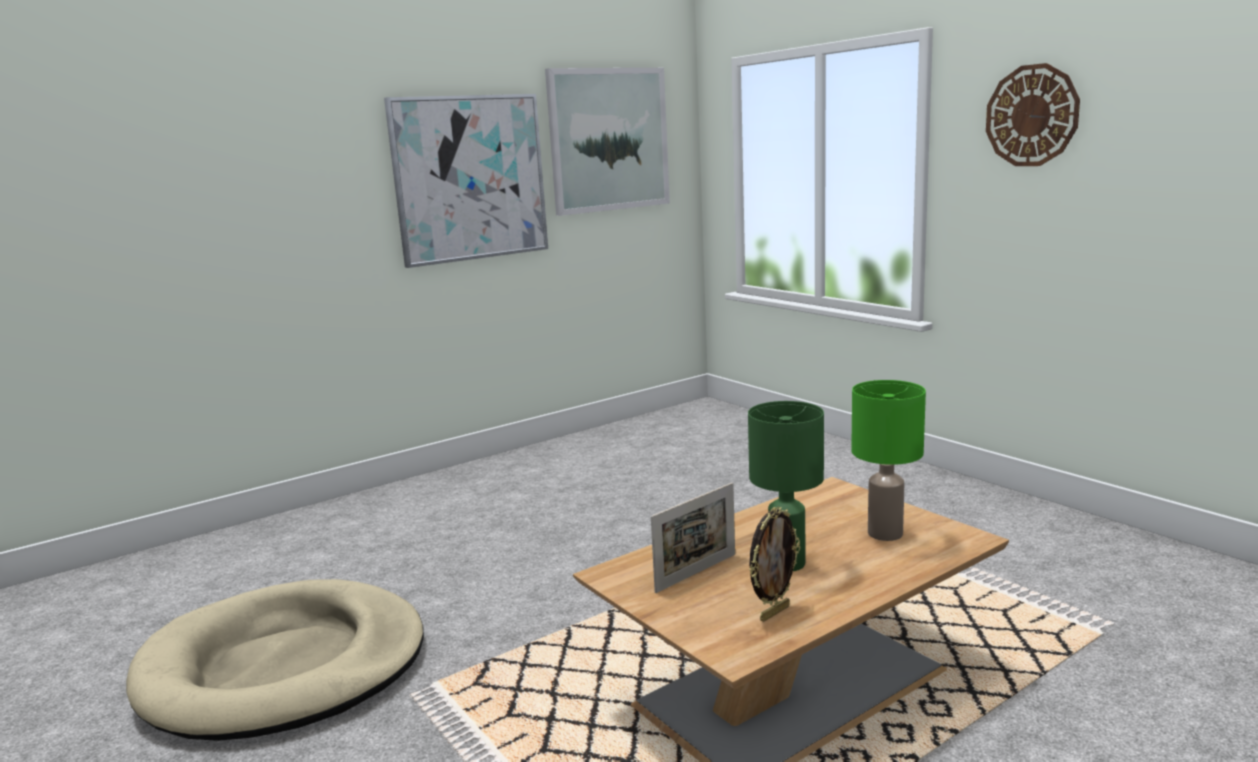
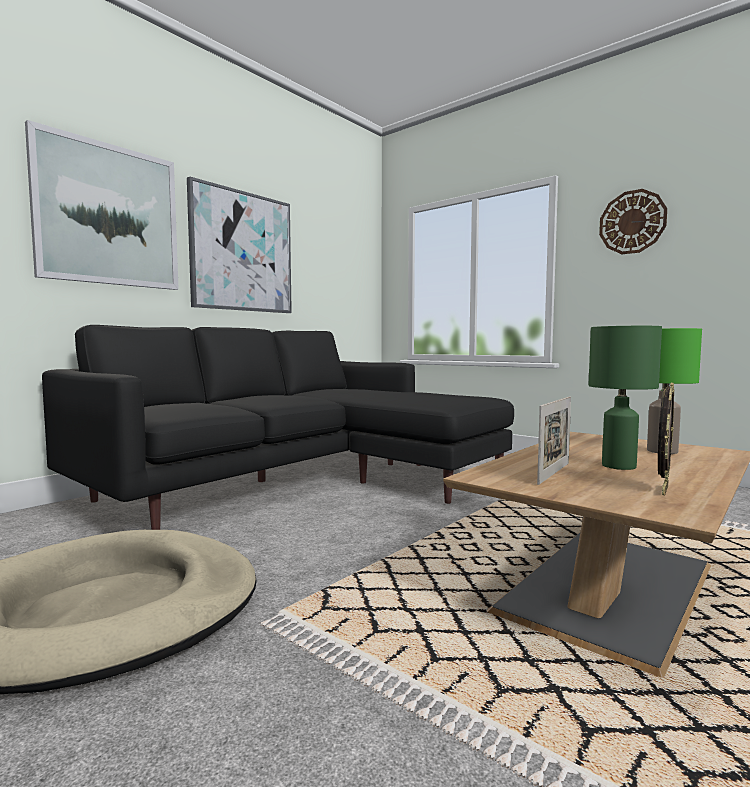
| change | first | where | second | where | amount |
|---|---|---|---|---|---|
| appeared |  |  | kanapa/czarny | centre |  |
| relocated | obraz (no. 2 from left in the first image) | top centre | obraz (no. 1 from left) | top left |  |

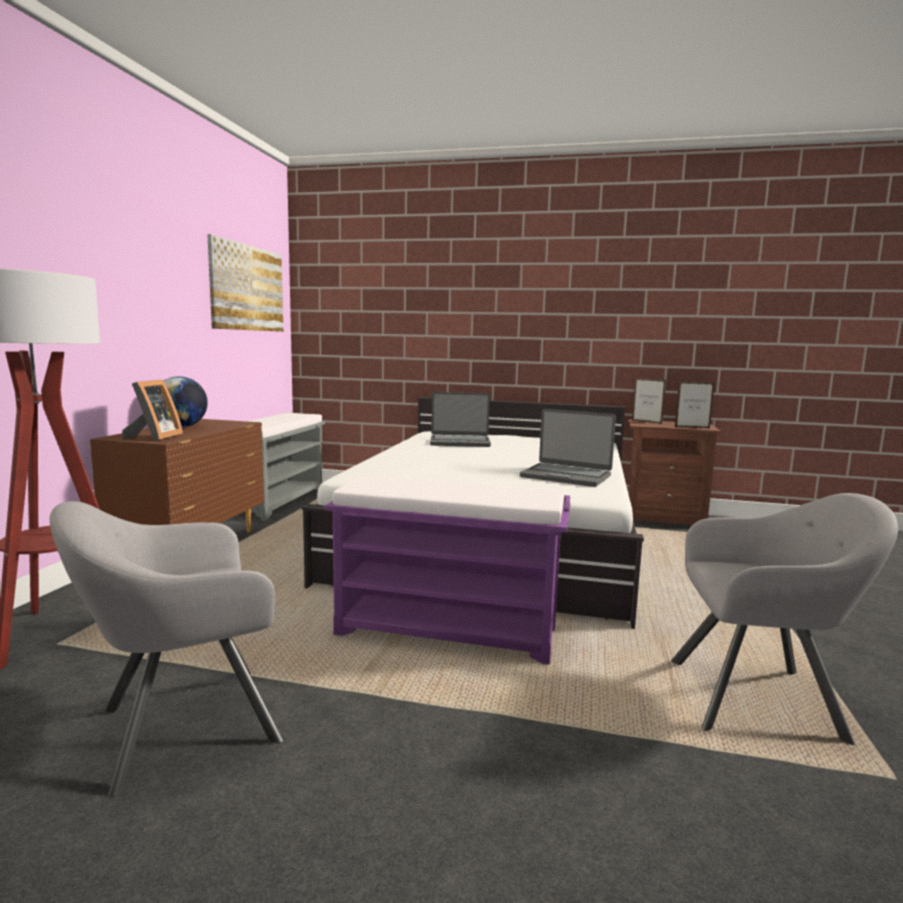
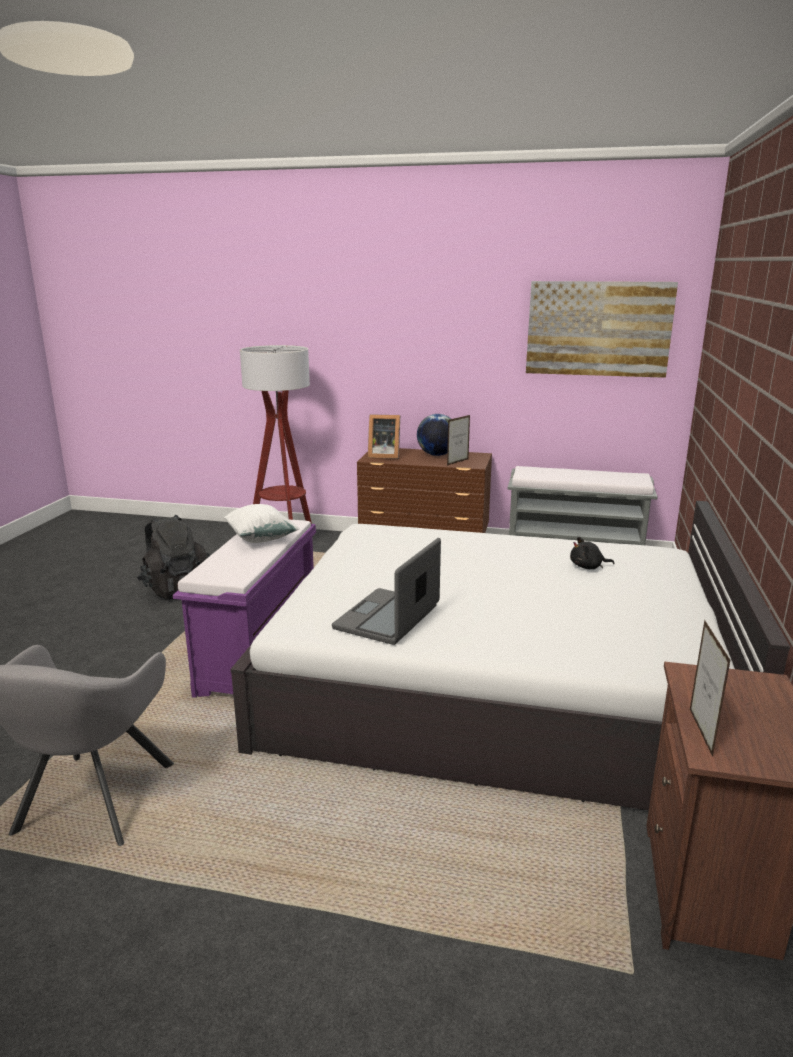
| change | first | where | second | where | amount |
|---|---|---|---|---|---|
| appeared |  |  | poduszka/biały | middle left |  |
| relocated | ramka na zdjęcie (no. 2 from left) | middle right |  | centre |  |
| exchanged | fotel/szary (no. 1 from left) | bottom left | plecak/czarny | middle left |  |
| exchanged | laptop (no. 1 from left) | centre | pluszak/czarny | middle right |  |

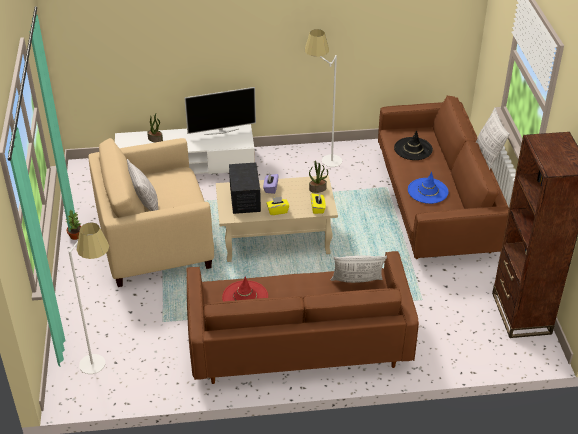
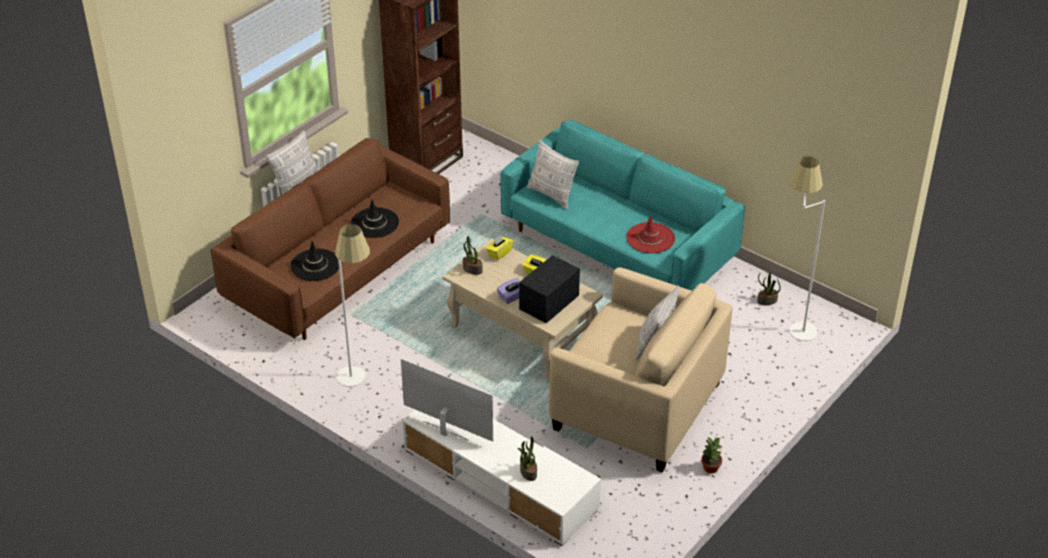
| change | first | where | second | where | amount |
|---|---|---|---|---|---|
| appeared |  |  | roślina doniczkowa (no. 4 from left) | middle right |  |
| colour | kanapa/brązowy (no. 1 from left) | bottom centre | kanapa/turkusowy | centre |  |
| colour | kapelusz/niebieski | middle right | kapelusz/czarny (no. 2 from left) | centre |  |

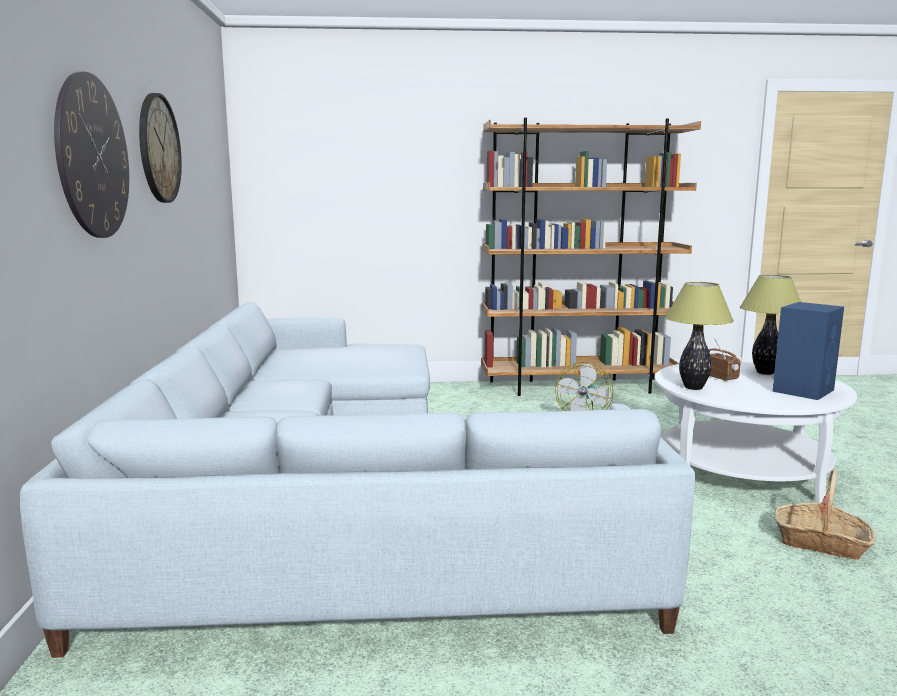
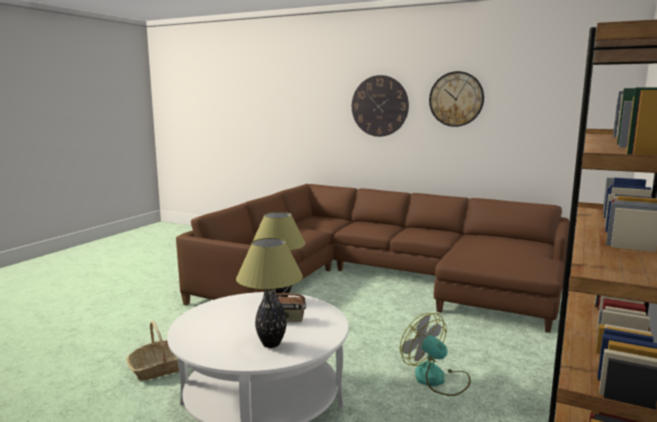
| change | first | where | second | where | amount |
|---|---|---|---|---|---|
| missing | głośnik/niebieski | middle right |  |  |  |
| colour | kanapa/szary | bottom centre | kanapa/brązowy | centre |  |

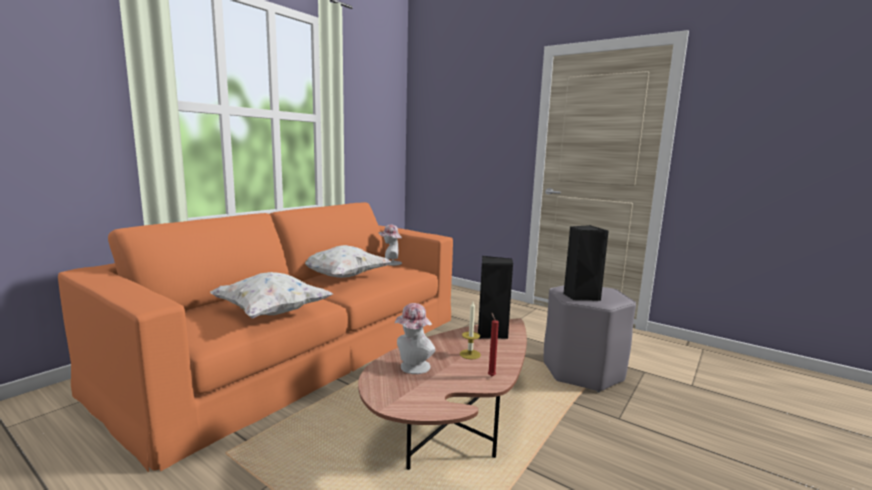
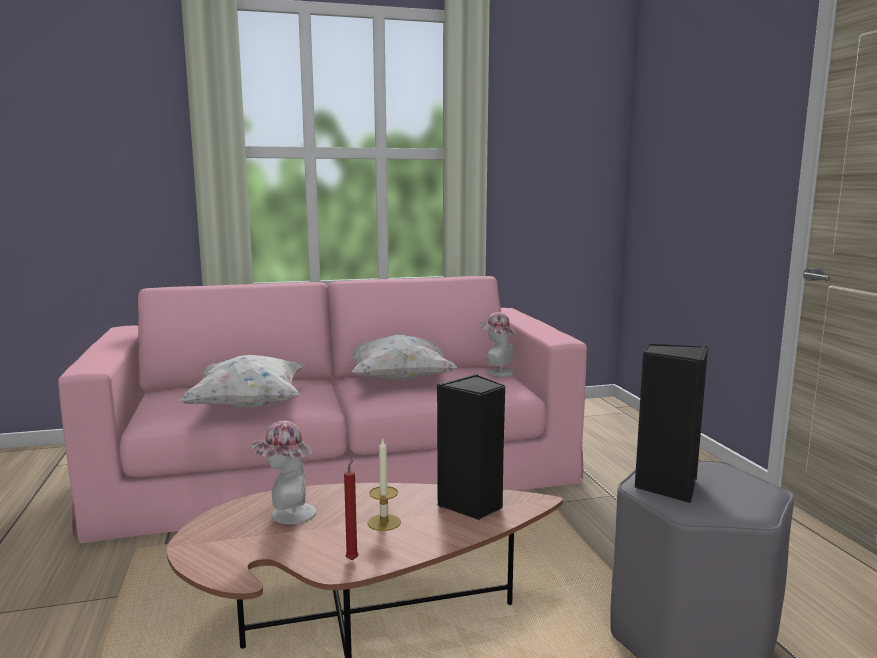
| change | first | where | second | where | amount |
|---|---|---|---|---|---|
| colour | kanapa/pomarańczowy | bottom left | kanapa/różowy | centre |  |

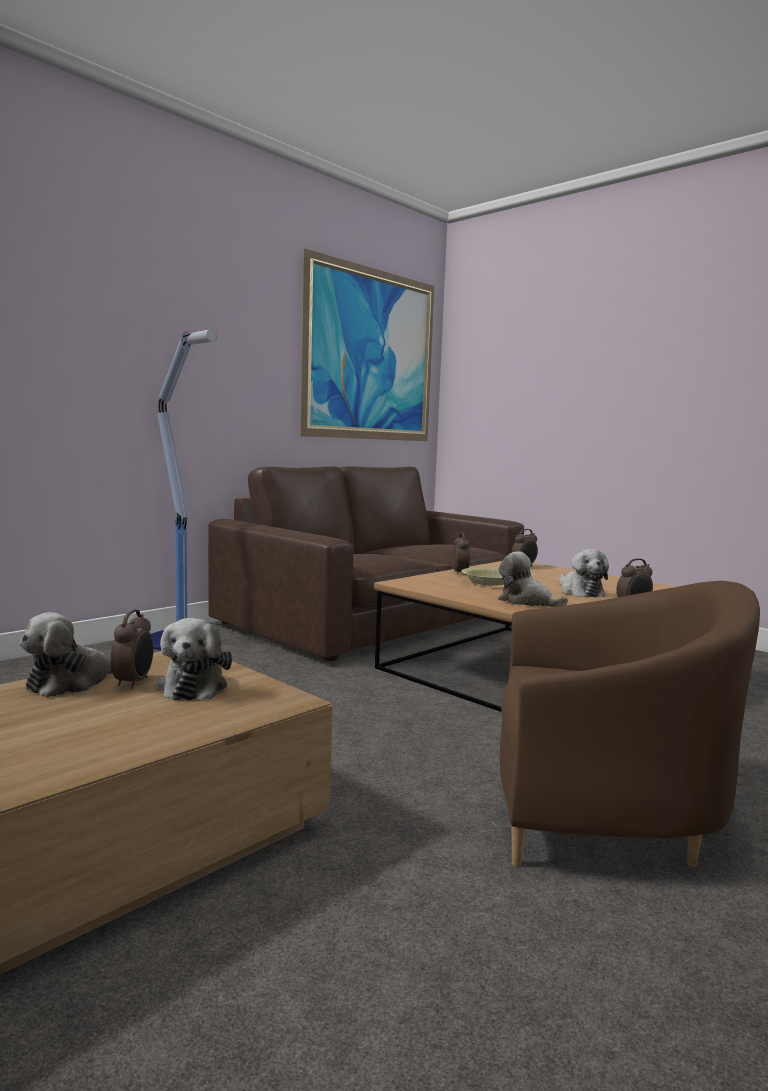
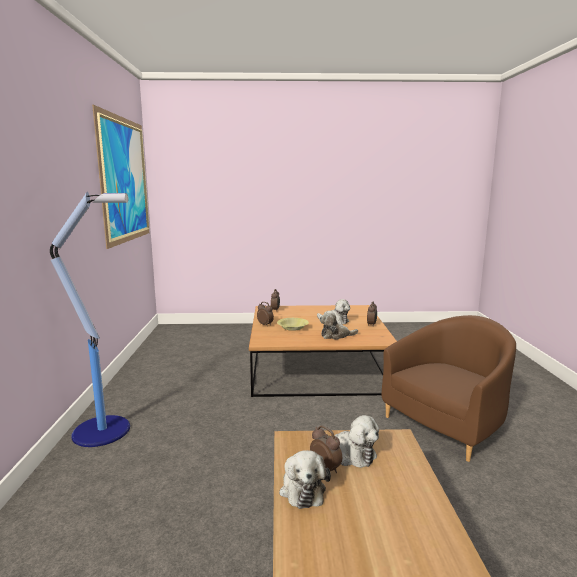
| change | first | where | second | where | amount |
|---|---|---|---|---|---|
| missing | kanapa/brązowy | centre |  |  |  |

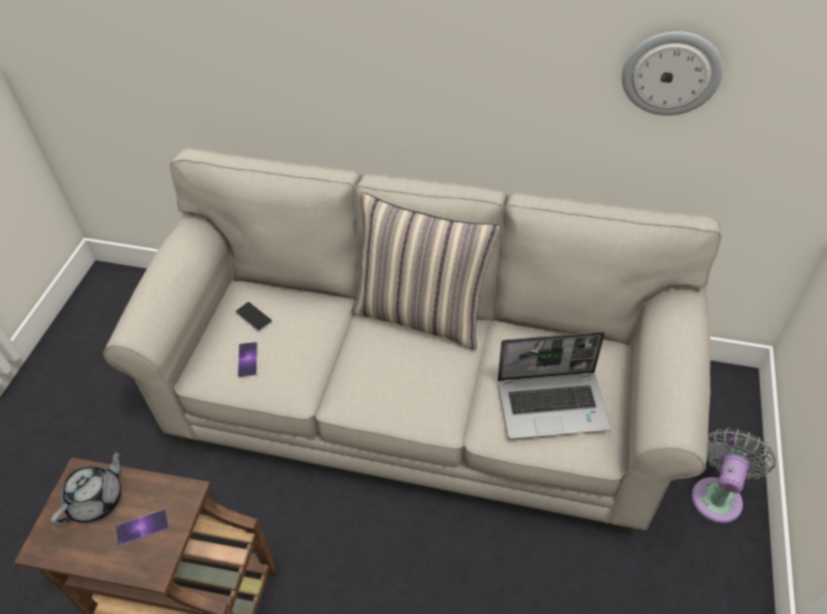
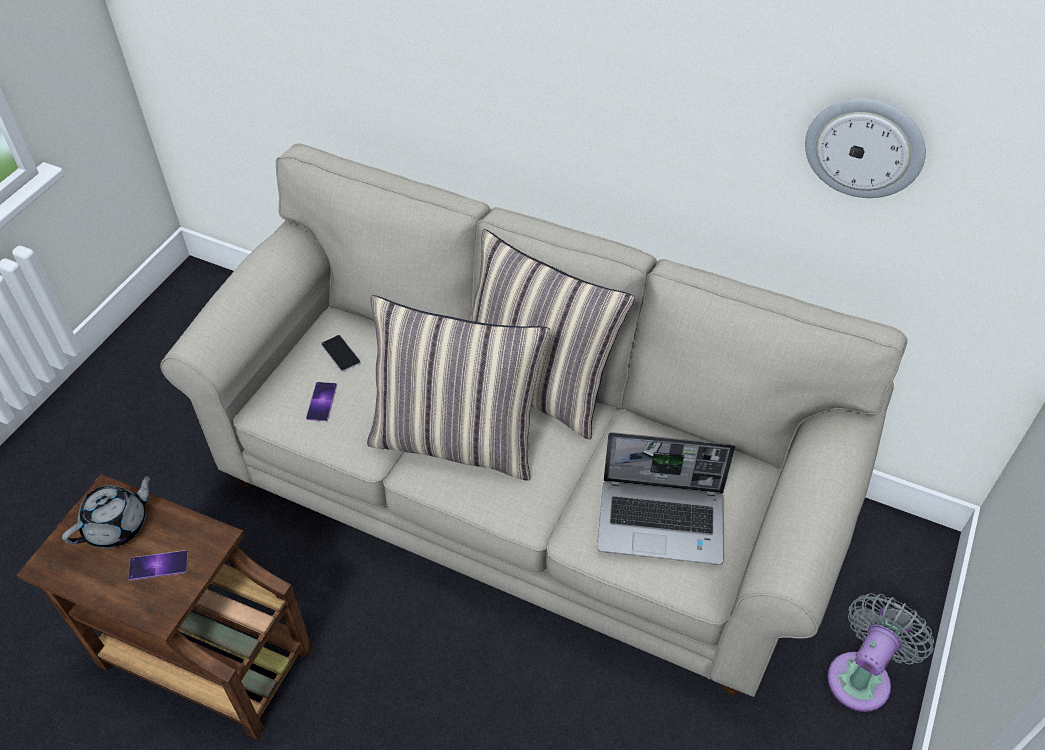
| change | first | where | second | where | amount |
|---|---|---|---|---|---|
| appeared |  |  | poduszka (no. 1 from left) | centre |  |

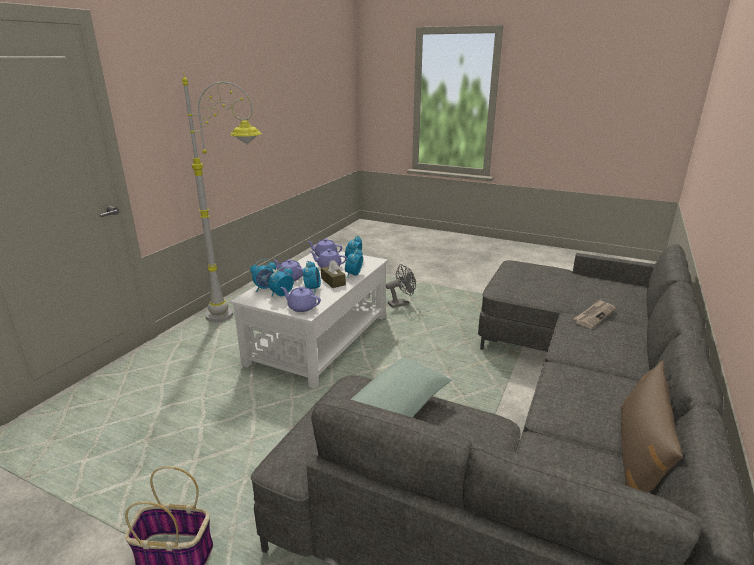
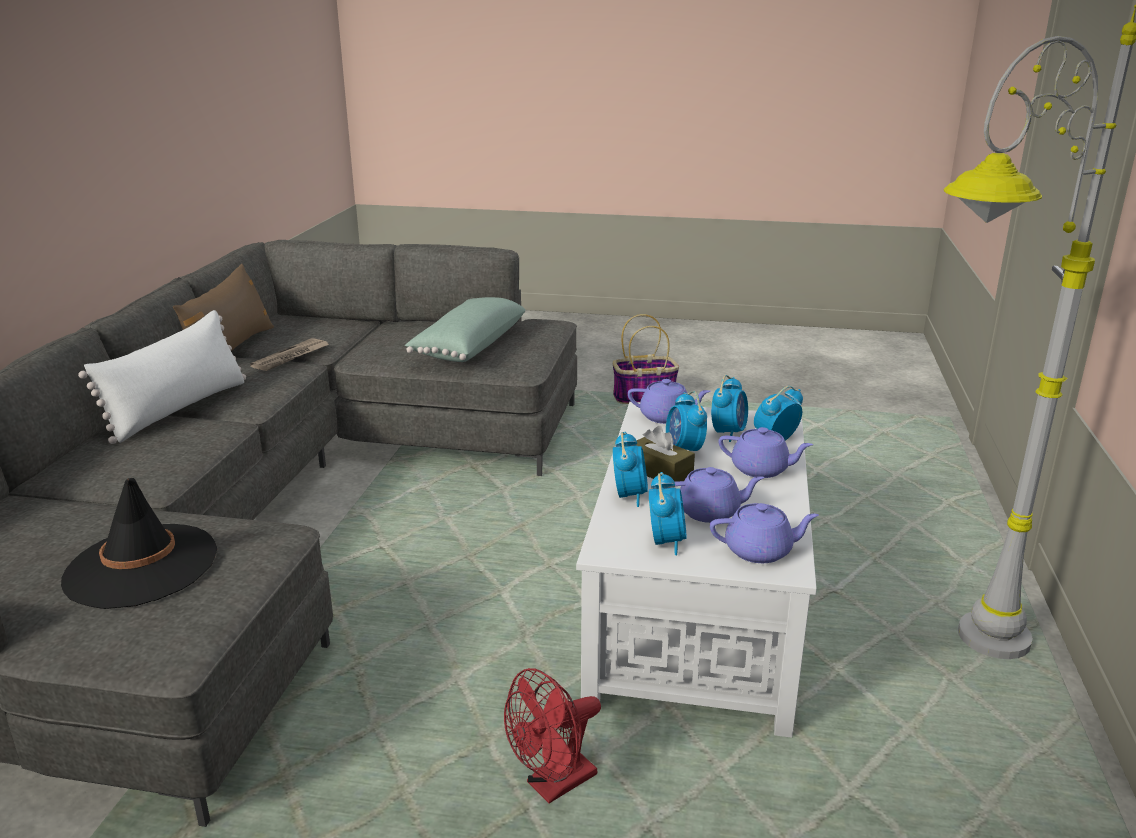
| change | first | where | second | where | amount |
|---|---|---|---|---|---|
| appeared |  |  | kapelusz/czarny | middle left |  |
| appeared |  |  | poduszka/biały | middle left |  |
| relocated | gazeta | middle right |  | middle left |  |
| colour | wentylator/szary | centre | wentylator/czerwony | bottom centre |  |

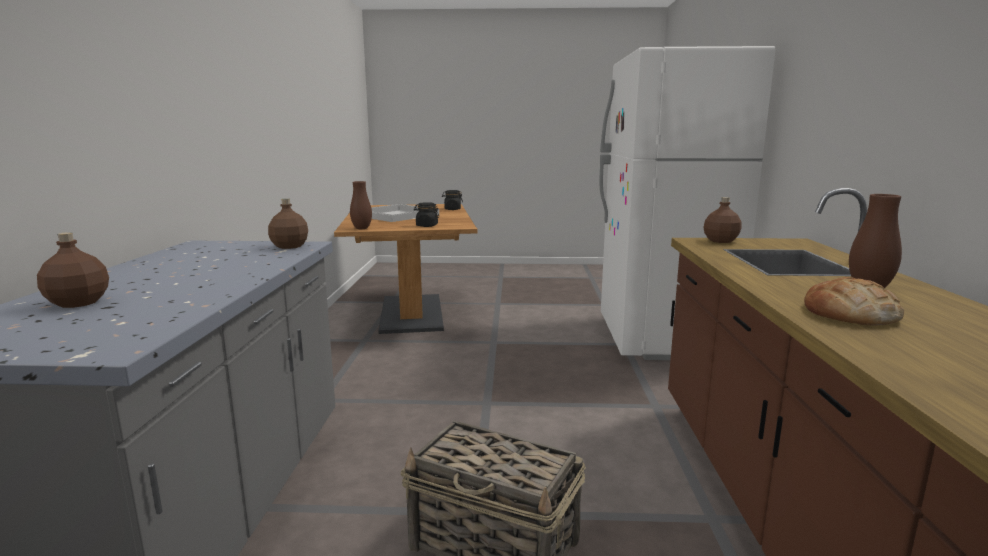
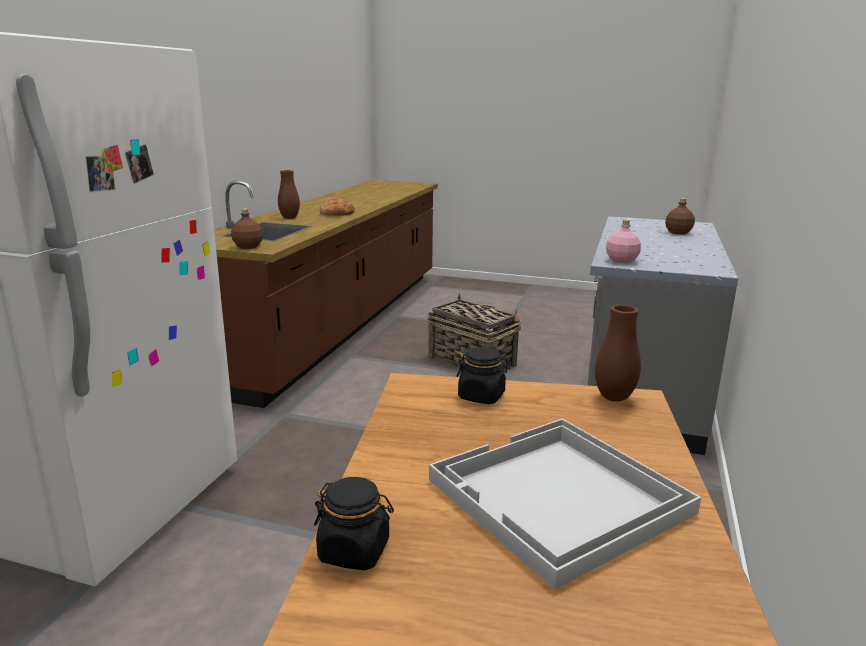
| change | first | where | second | where | amount |
|---|---|---|---|---|---|
| colour | butelka/brązowy (no. 2 from left) | middle left | butelka/różowy | middle right |  |

